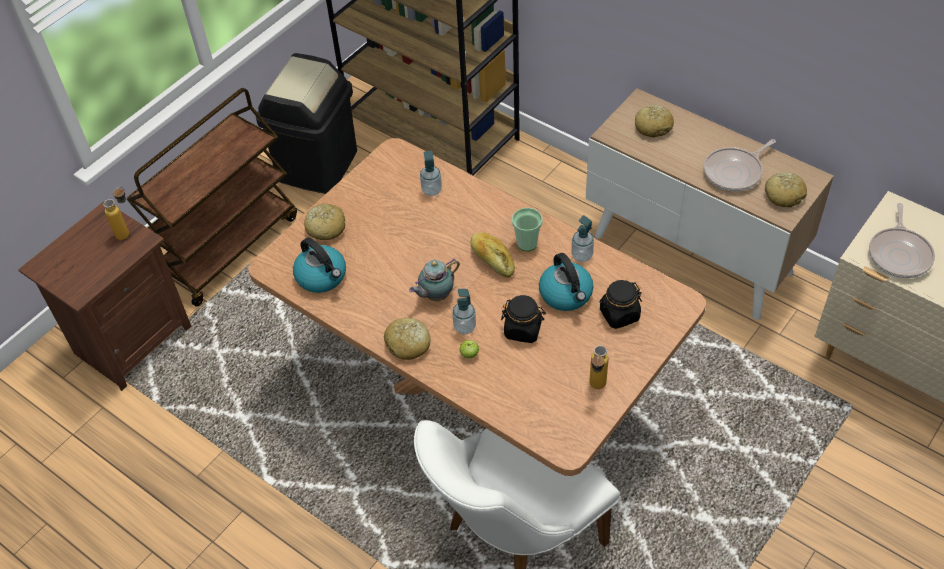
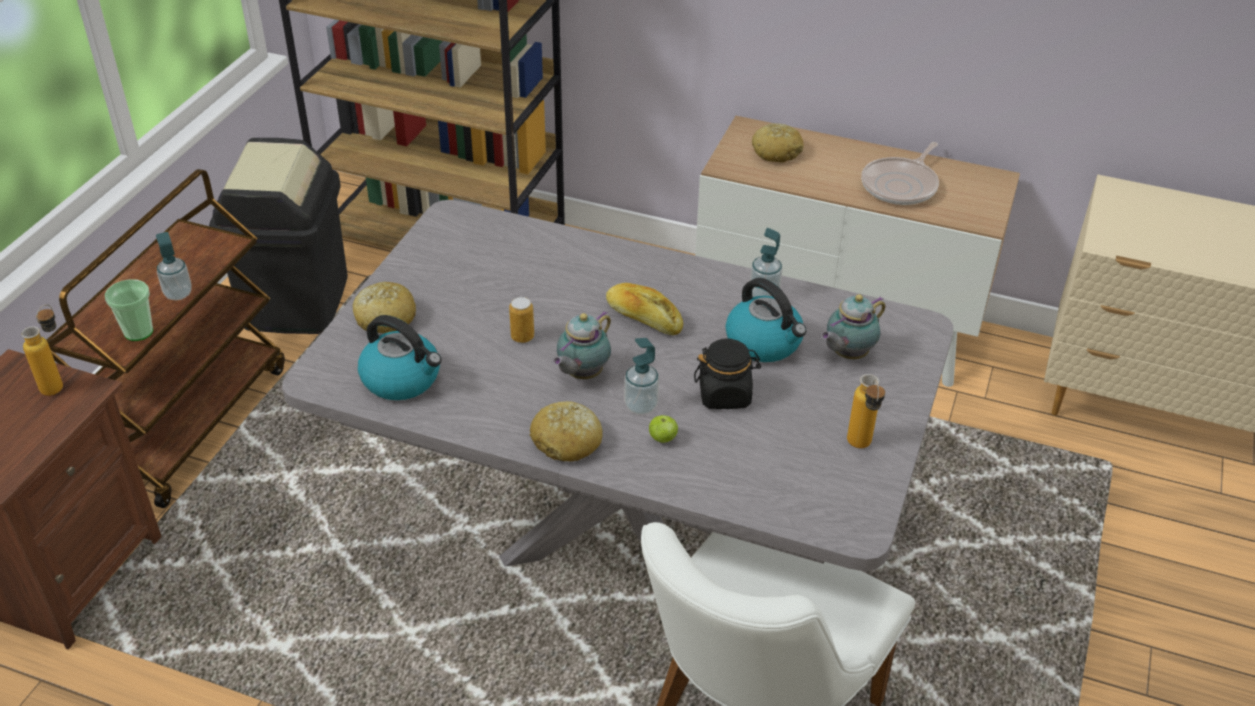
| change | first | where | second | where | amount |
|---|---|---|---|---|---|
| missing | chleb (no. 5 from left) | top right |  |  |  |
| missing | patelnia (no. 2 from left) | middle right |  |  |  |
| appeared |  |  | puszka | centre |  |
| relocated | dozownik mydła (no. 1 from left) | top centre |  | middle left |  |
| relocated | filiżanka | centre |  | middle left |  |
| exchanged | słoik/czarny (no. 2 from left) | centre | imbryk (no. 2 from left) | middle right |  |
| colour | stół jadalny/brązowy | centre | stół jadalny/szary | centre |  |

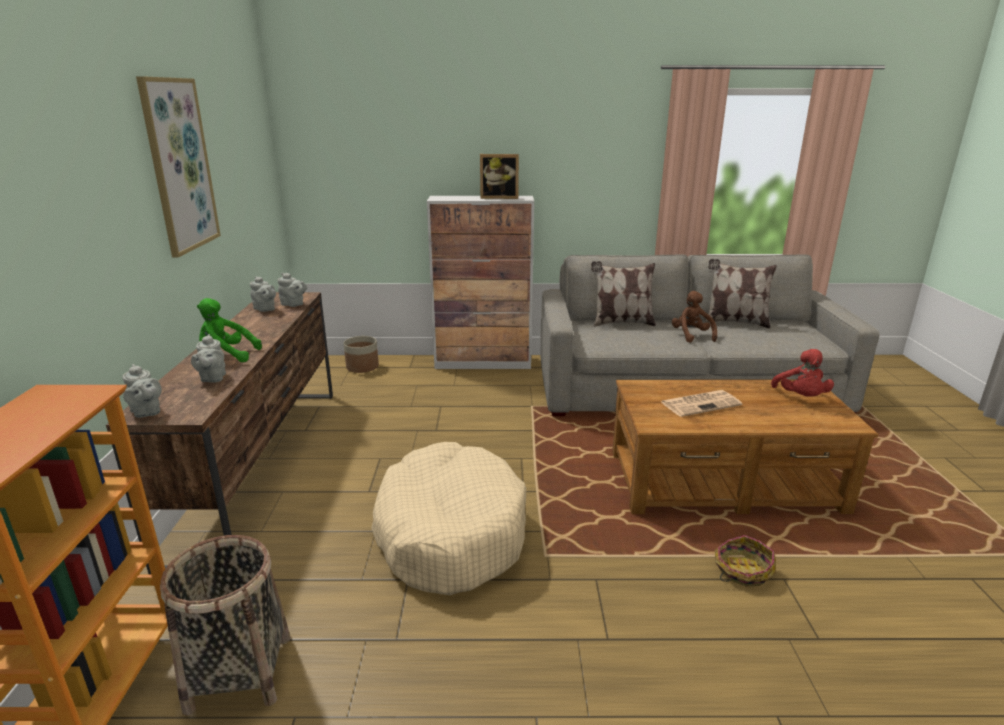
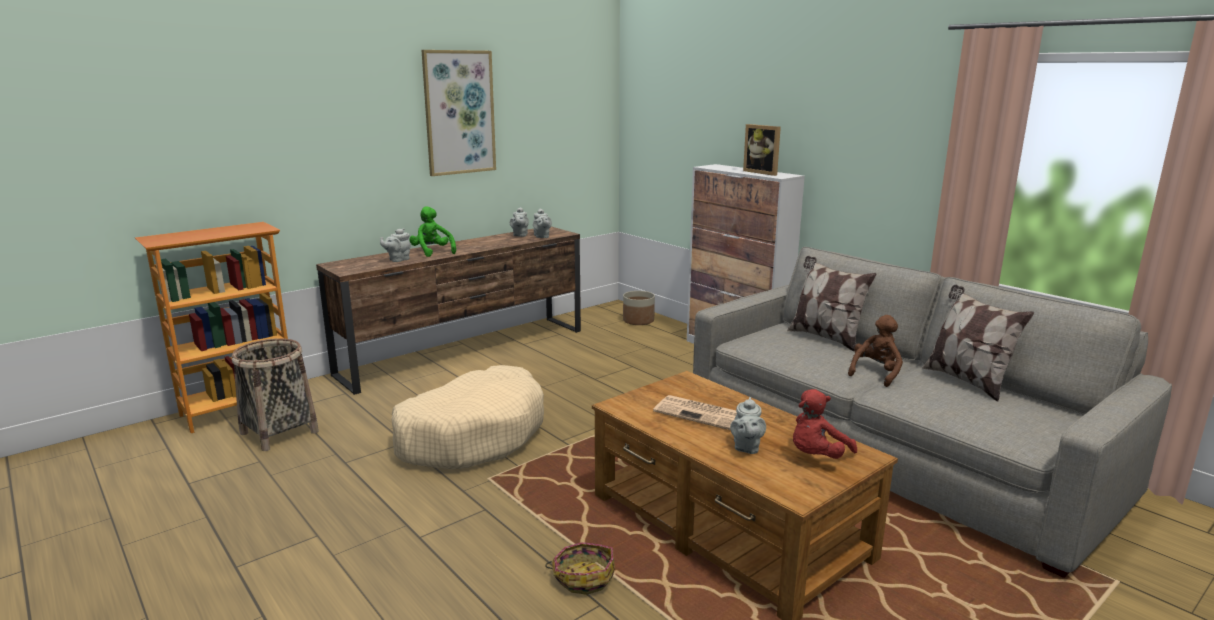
| change | first | where | second | where | amount |
|---|---|---|---|---|---|
| relocated | imbryk/szary (no. 1 from left in the first image) | middle left | imbryk/szary (no. 4 from left) | bottom centre |  |

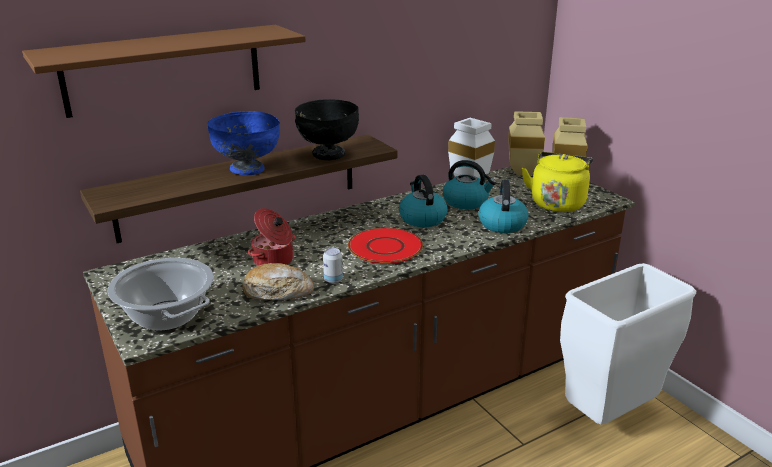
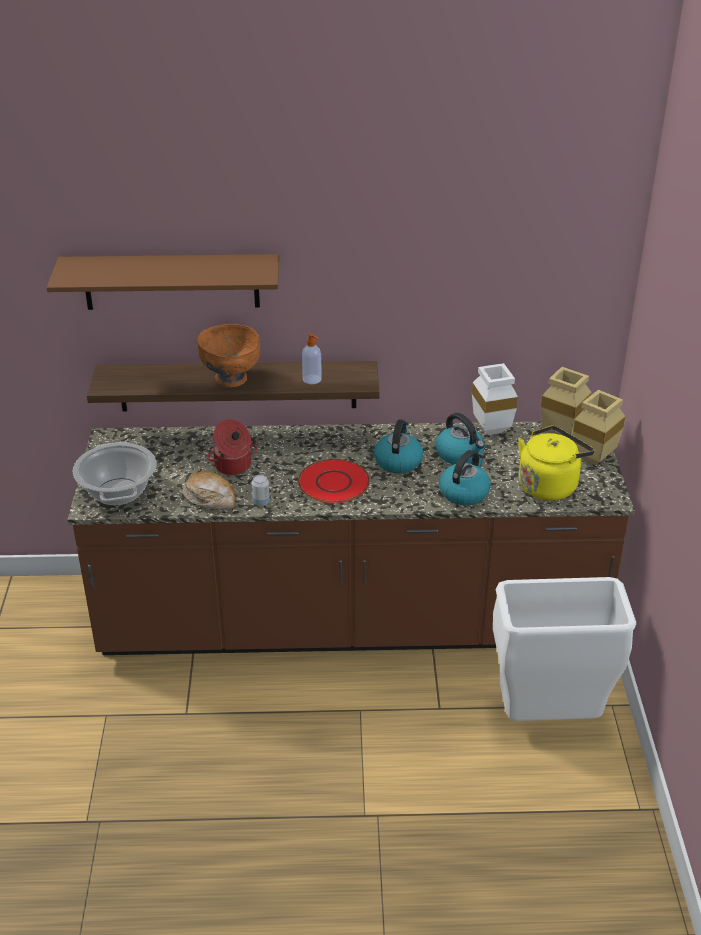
| change | first | where | second | where | amount |
|---|---|---|---|---|---|
| exchanged | miska/czarny | top centre | dozownik mydła | centre |  |
| colour | miska/niebieski | top left | miska/pomarańczowy | middle left |  |

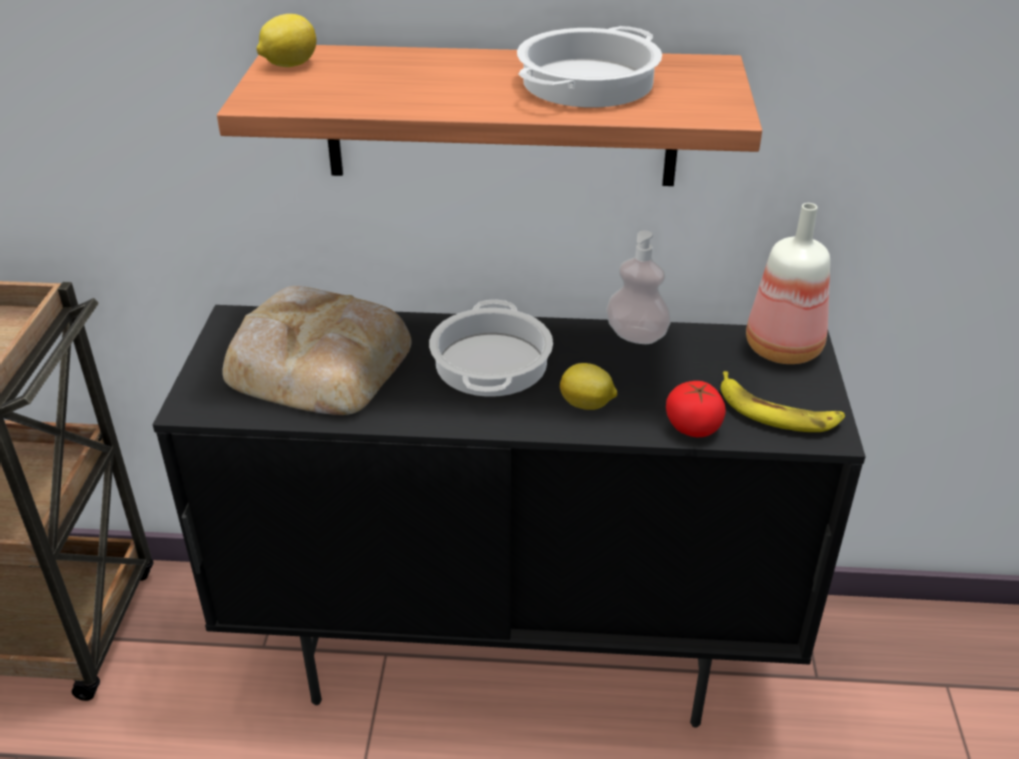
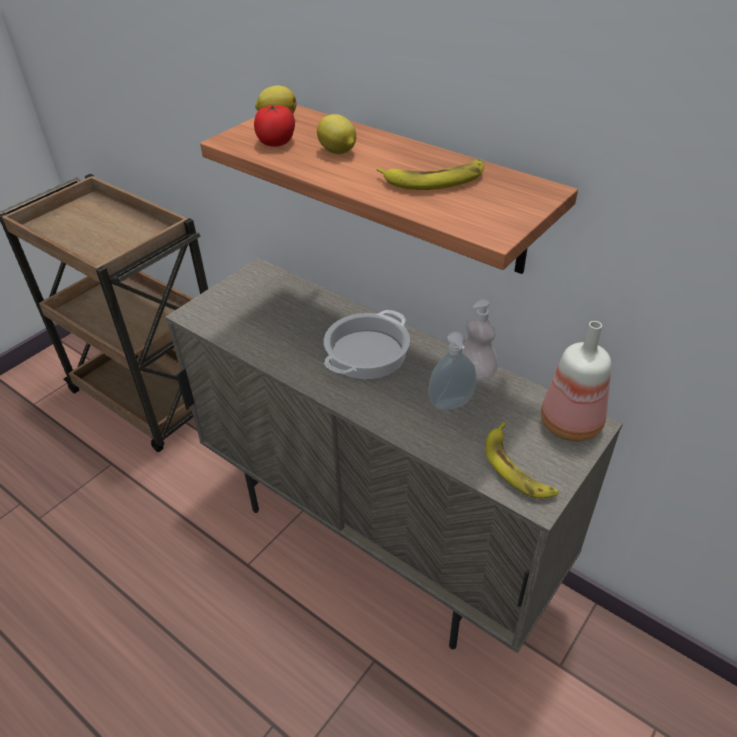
| change | first | where | second | where | amount |
|---|---|---|---|---|---|
| missing | chleb | middle left |  |  |  |
| appeared |  |  | dozownik mydła (no. 1 from left) | centre |  |
| relocated | cytryna (no. 2 from left) | centre |  | top centre |  |
| relocated | pomidor | middle right |  | top centre |  |
| exchanged | garnek (no. 2 from left) | top centre | banan (no. 1 from left) | top centre |  |
| colour | szafka/czarny | bottom centre | szafka/beżowy | centre |  |

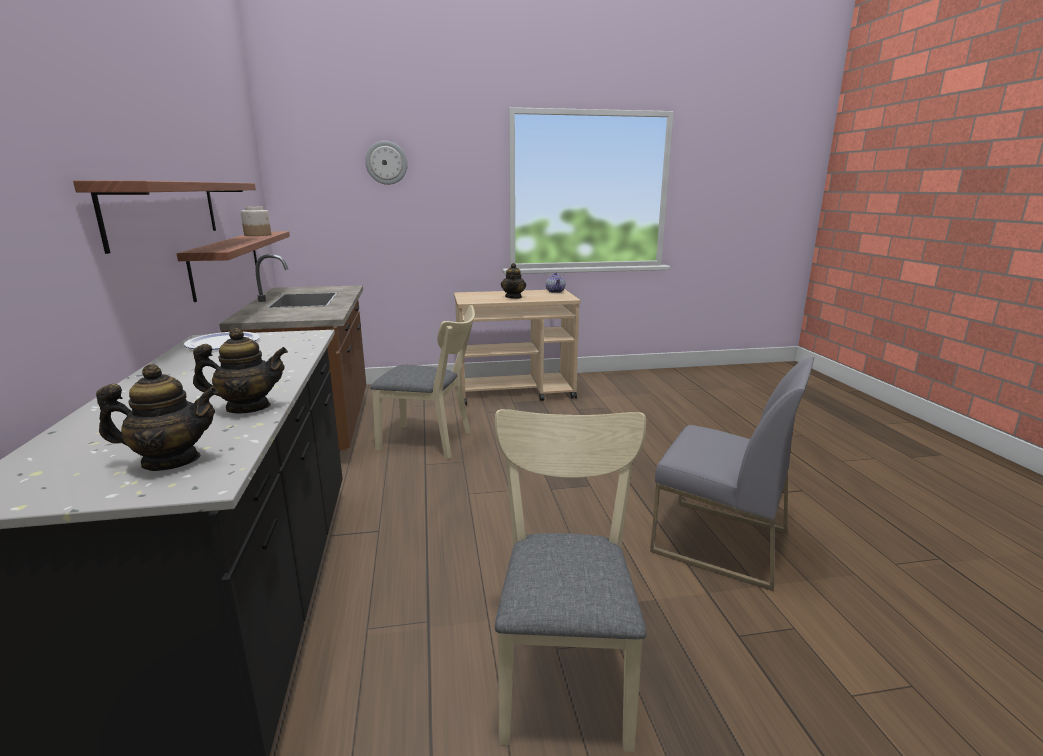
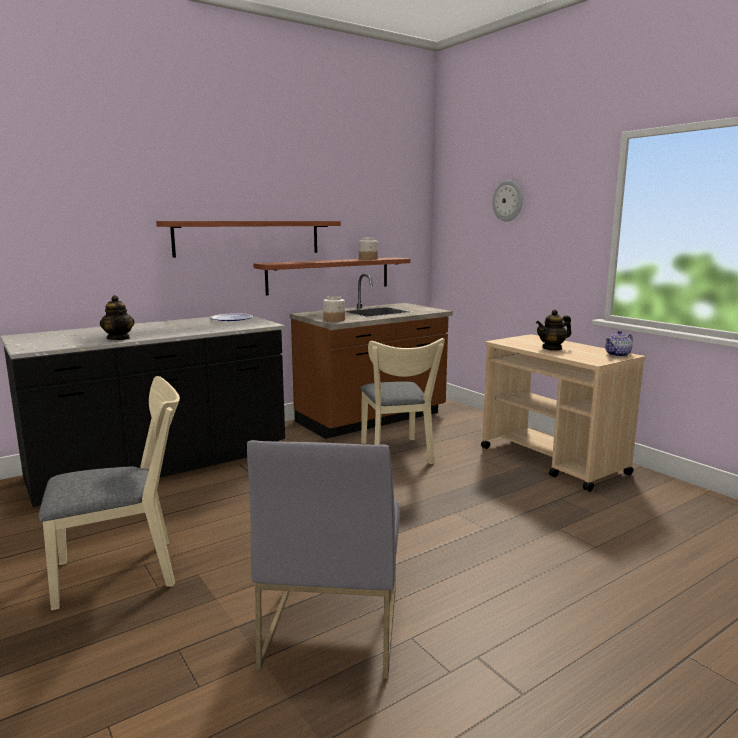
| change | first | where | second | where | amount |
|---|---|---|---|---|---|
| missing | imbryk (no. 1 from left) | middle left |  |  |  |
| appeared |  |  | słoik (no. 1 from left) | centre |  |

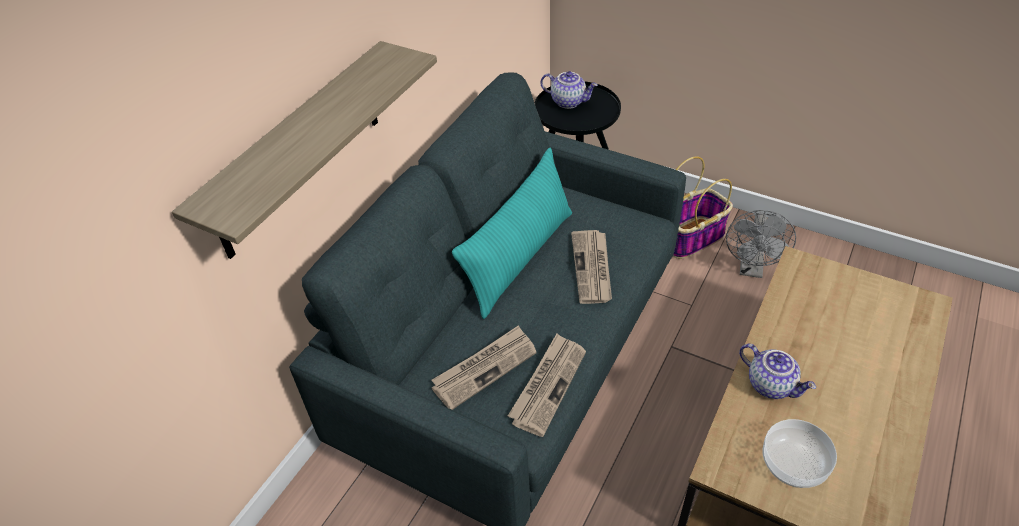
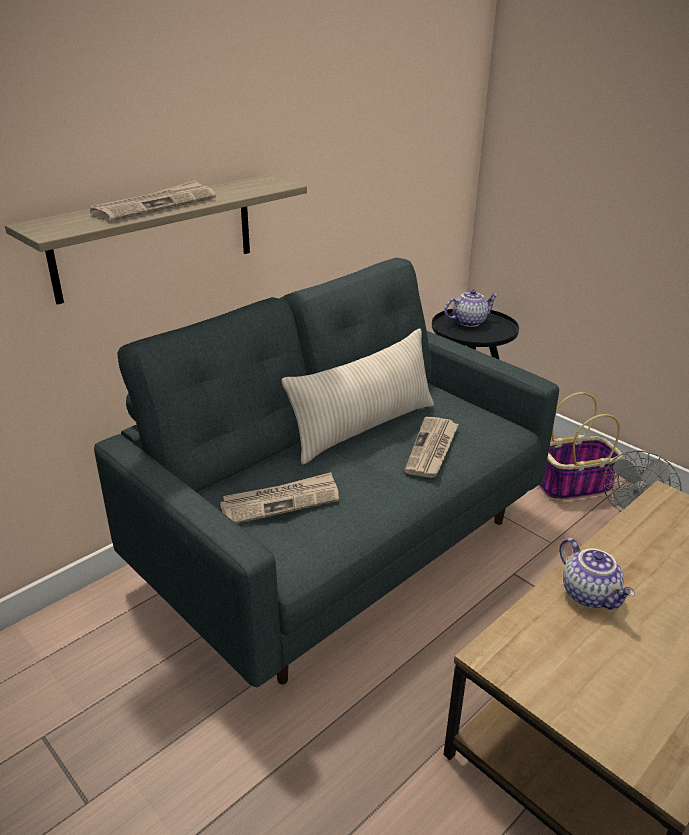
| change | first | where | second | where | amount |
|---|---|---|---|---|---|
| missing | miska | bottom right |  |  |  |
| relocated | gazeta (no. 2 from left in the first image) | bottom centre | gazeta (no. 1 from left) | top left |  |
| colour | poduszka/turkusowy | centre | poduszka/beżowy | centre |  |
| spun | imbryk (no. 1 from left) | top centre |  | middle right | 60 degrees counterclockwise |

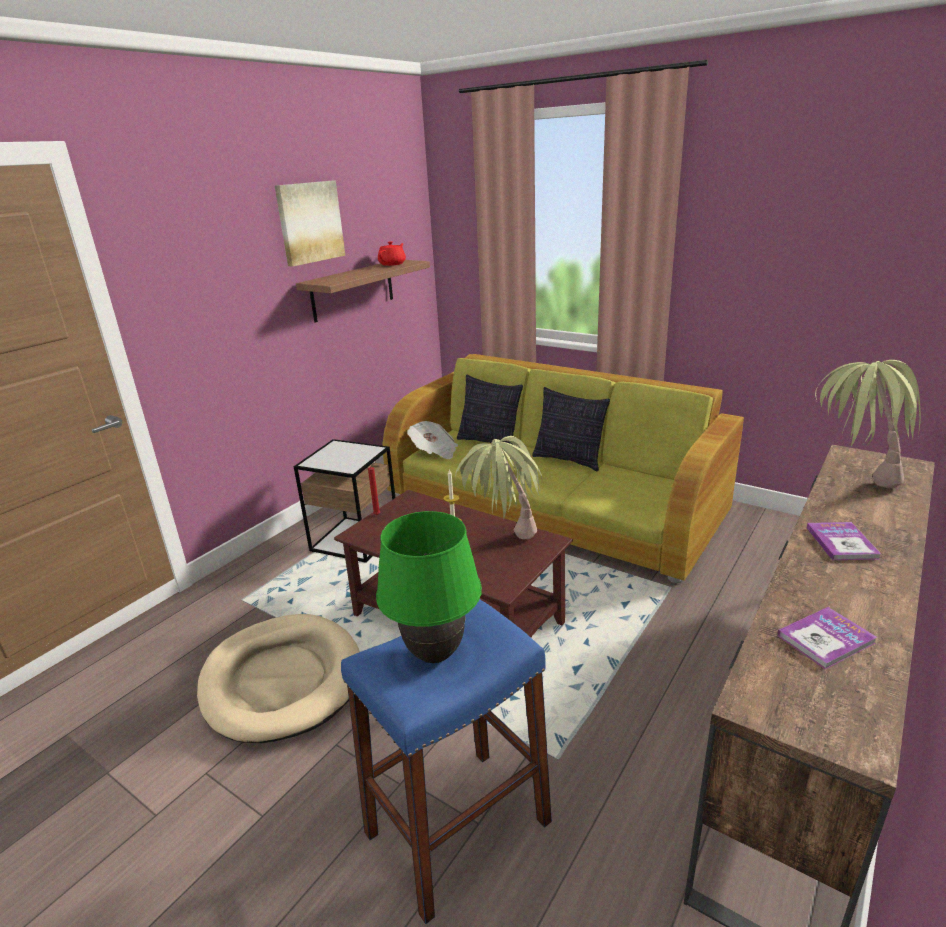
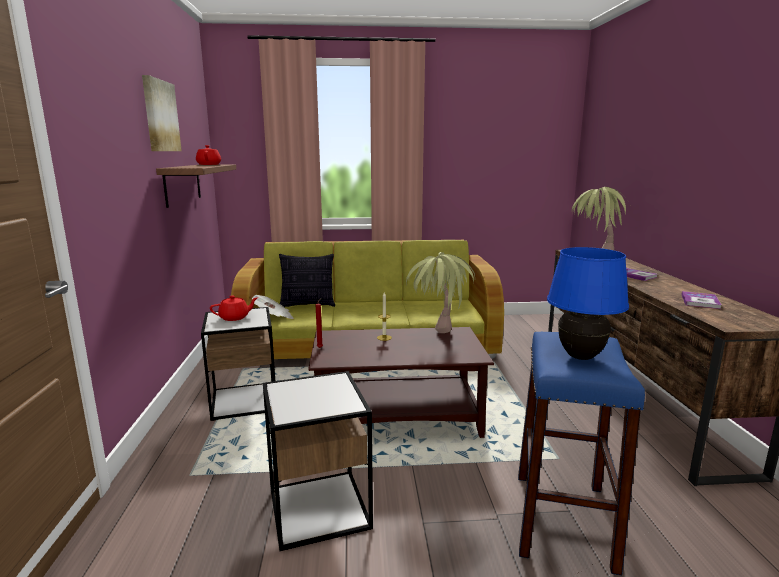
| change | first | where | second | where | amount |
|---|---|---|---|---|---|
| missing | poduszka (no. 2 from left) | centre |  |  |  |
| appeared |  |  | imbryk/czerwony (no. 2 from left) | middle left |  |
| exchanged | legowisko/beżowy | bottom left | stolik (no. 2 from left) | bottom centre |  |
| colour | lampa stołowa/zielony | centre | lampa stołowa/niebieski | middle right |  |

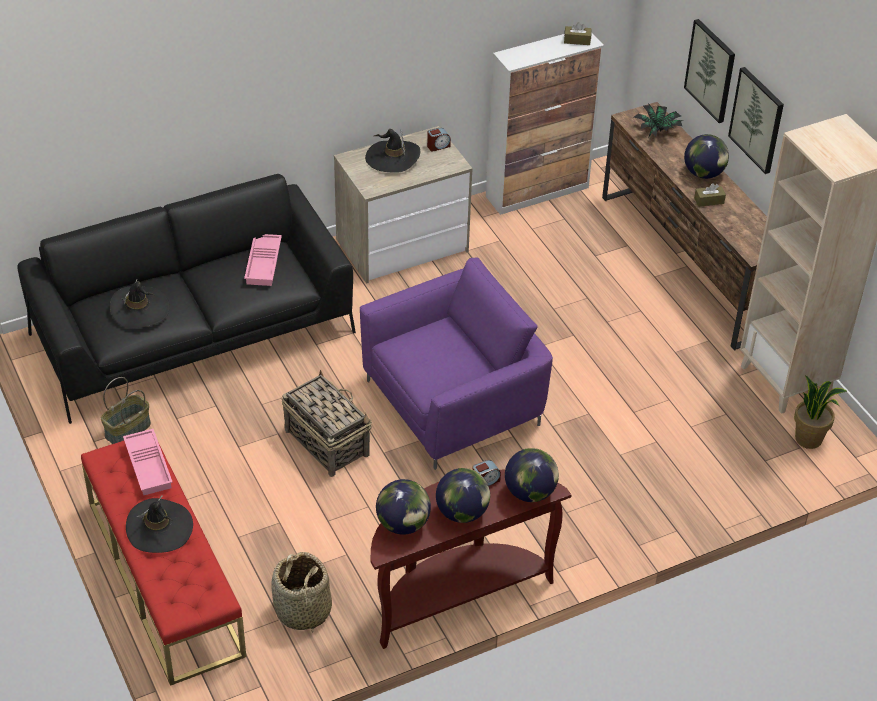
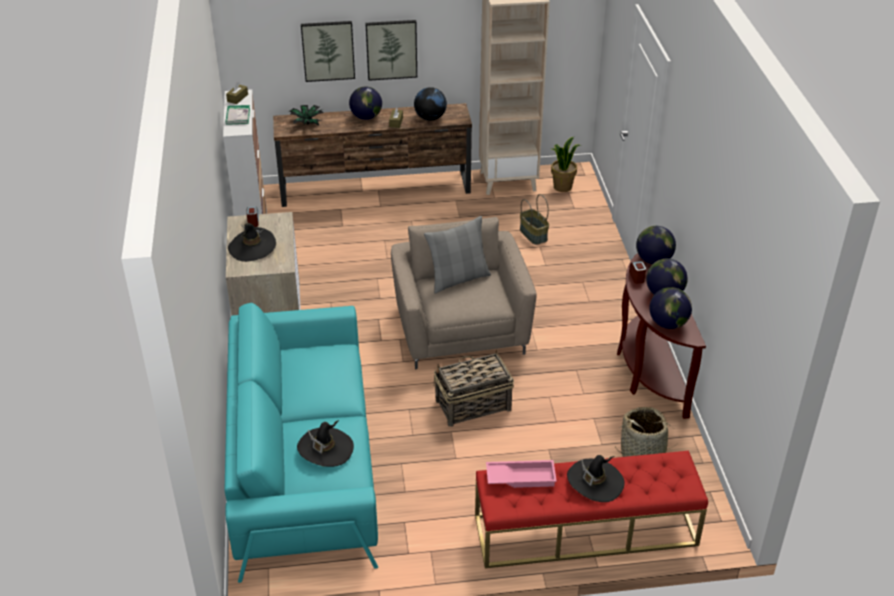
| change | first | where | second | where | amount |
|---|---|---|---|---|---|
| missing | taca/różowy (no. 2 from left) | middle left |  |  |  |
| appeared |  |  | książka | top left |  |
| appeared |  |  | globus (no. 2 from left) | top centre |  |
| appeared |  |  | poduszka/szary | centre |  |
| relocated | koszyk (no. 1 from left in the first image) | middle left | koszyk (no. 2 from left) | centre |  |
| colour | kanapa/czarny | middle left | kanapa/turkusowy | bottom centre |  |
| colour | fotel/fioletowy | centre | fotel/beżowy | centre |  |

